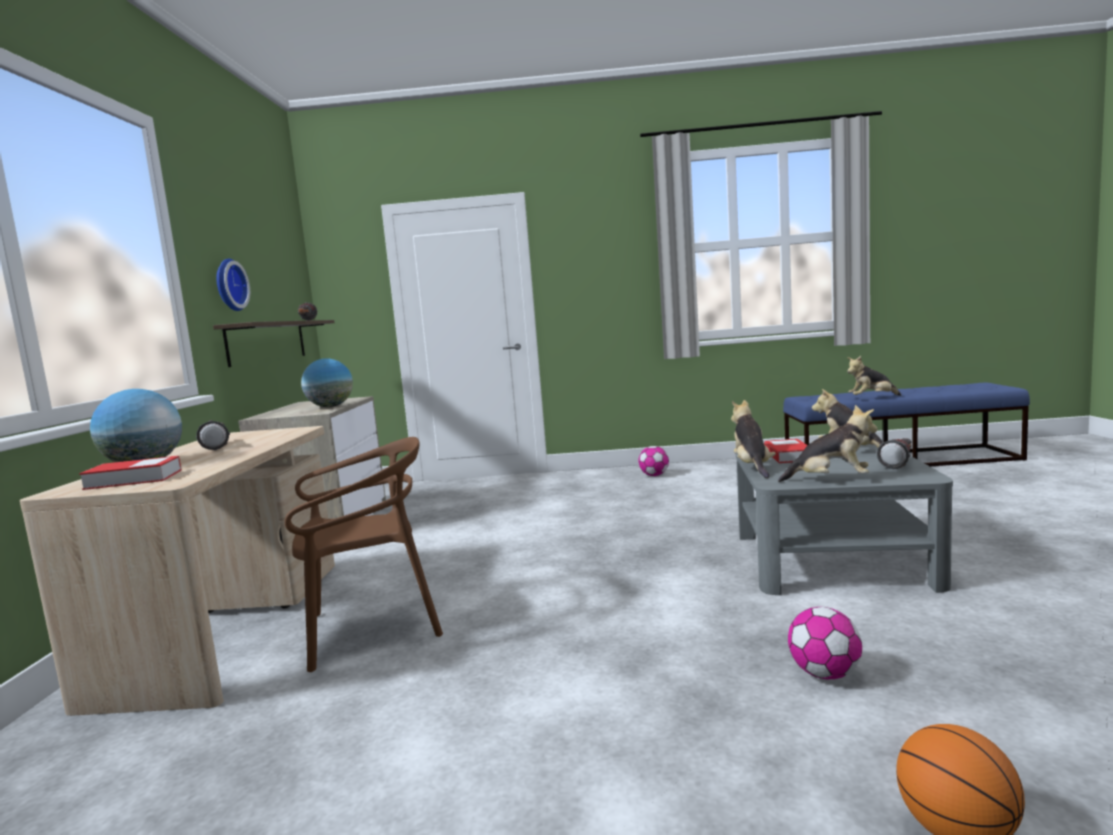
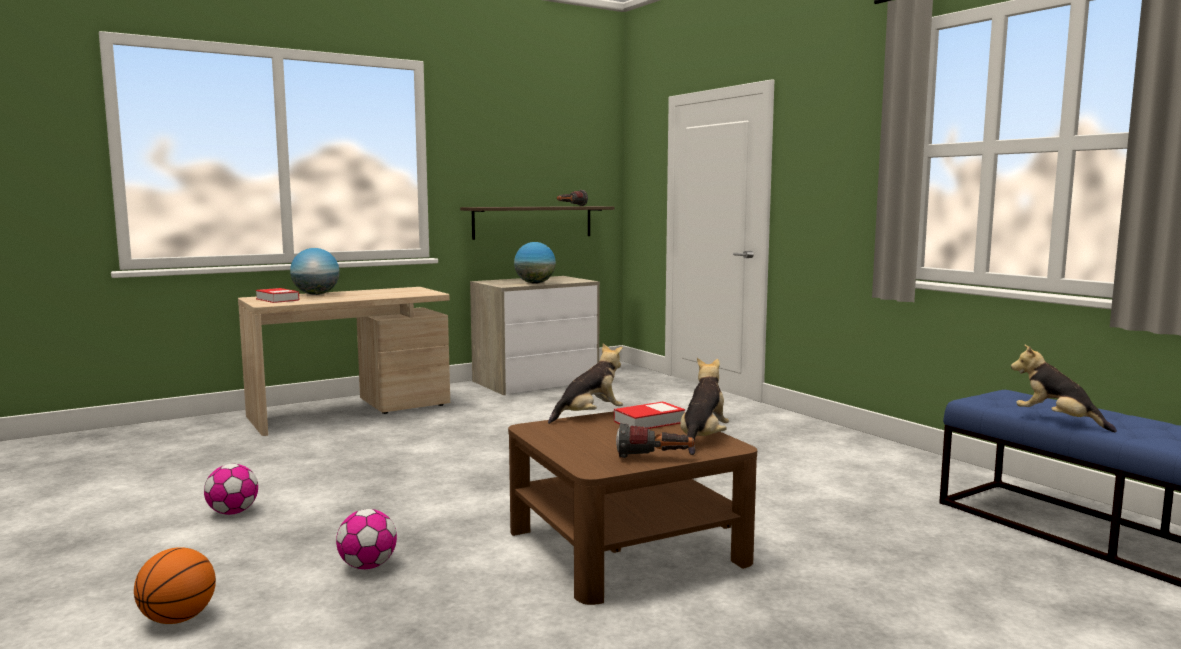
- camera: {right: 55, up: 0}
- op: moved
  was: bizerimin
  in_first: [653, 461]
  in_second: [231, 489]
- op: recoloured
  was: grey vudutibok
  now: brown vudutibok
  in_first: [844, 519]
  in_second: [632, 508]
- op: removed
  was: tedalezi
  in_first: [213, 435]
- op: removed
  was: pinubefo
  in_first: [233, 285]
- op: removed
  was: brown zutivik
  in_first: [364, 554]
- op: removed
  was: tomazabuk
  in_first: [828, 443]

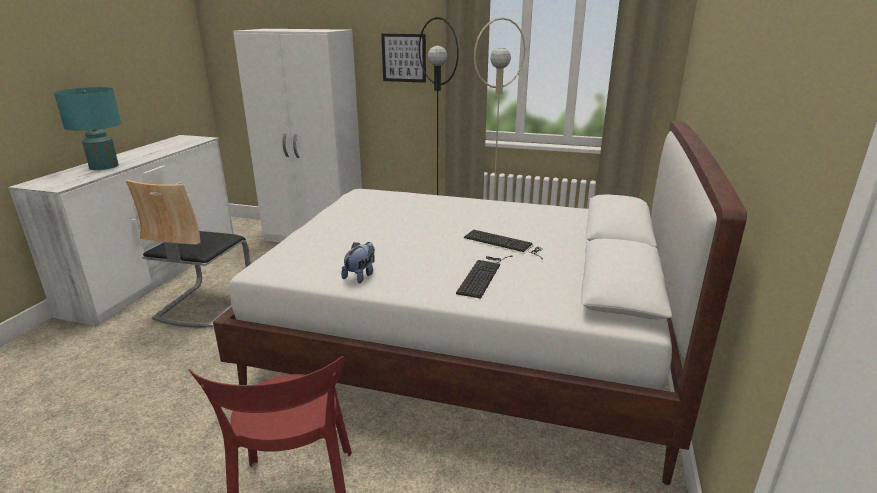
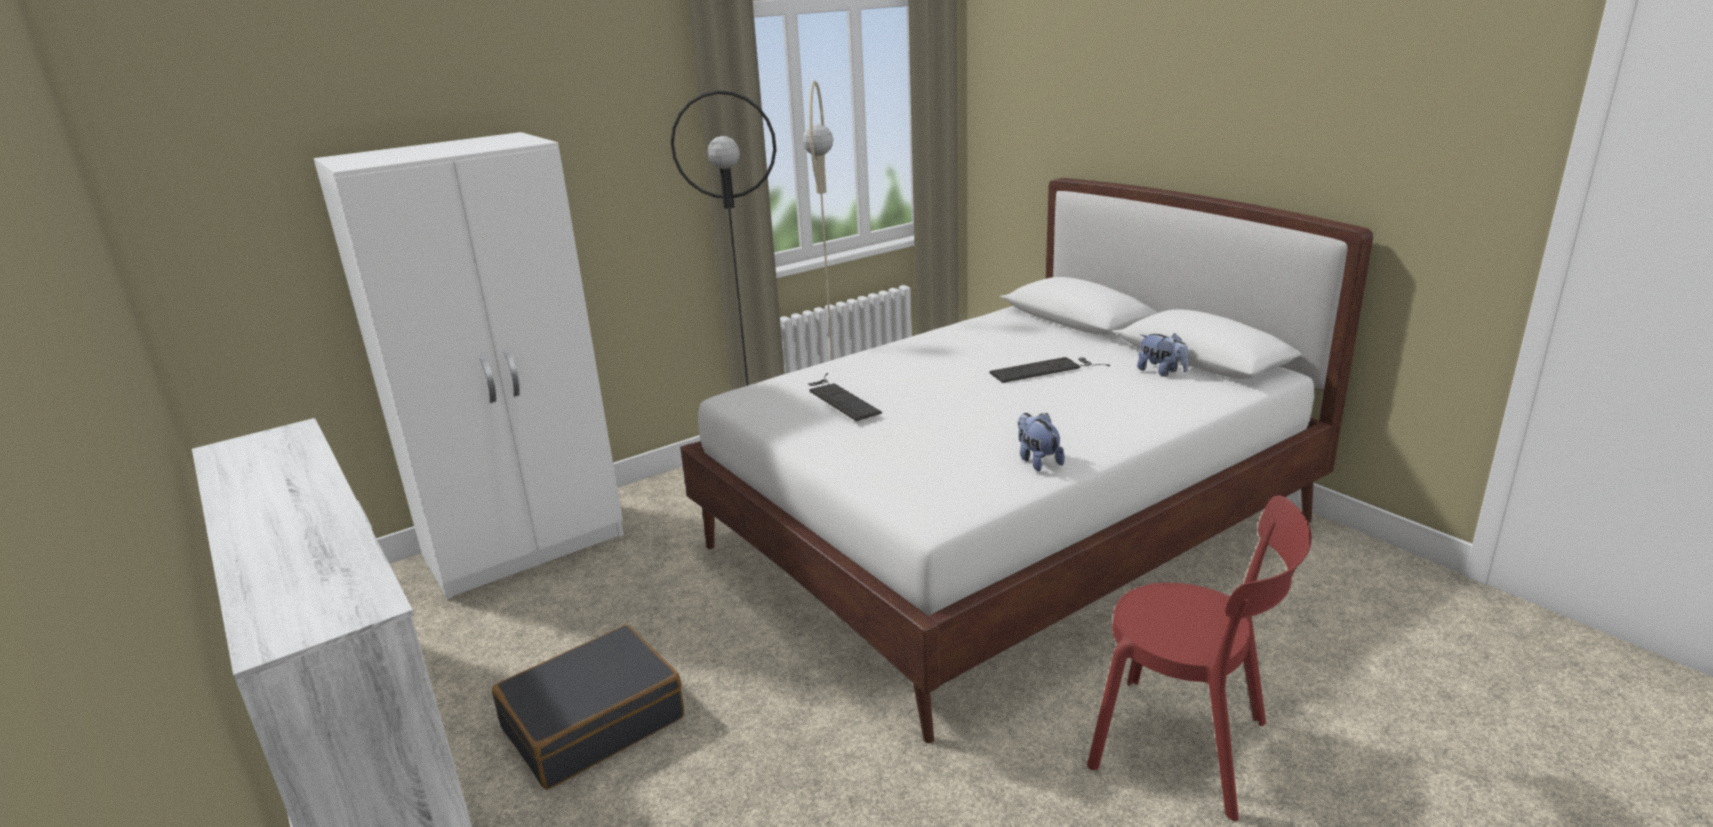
- camera: {right: -50, up: 0}
- op: replaced
  was: zutivik
  now: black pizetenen
  in_first: [188, 253]
  in_second: [588, 707]
- op: moved
  was: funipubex
  in_first: [484, 277]
  in_second: [845, 397]
- op: added
  now: tomazabuk
  in_second: [1162, 355]
- op: removed
  was: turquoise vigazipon
  in_first: [88, 128]
- op: removed
  was: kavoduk
  in_first: [403, 58]

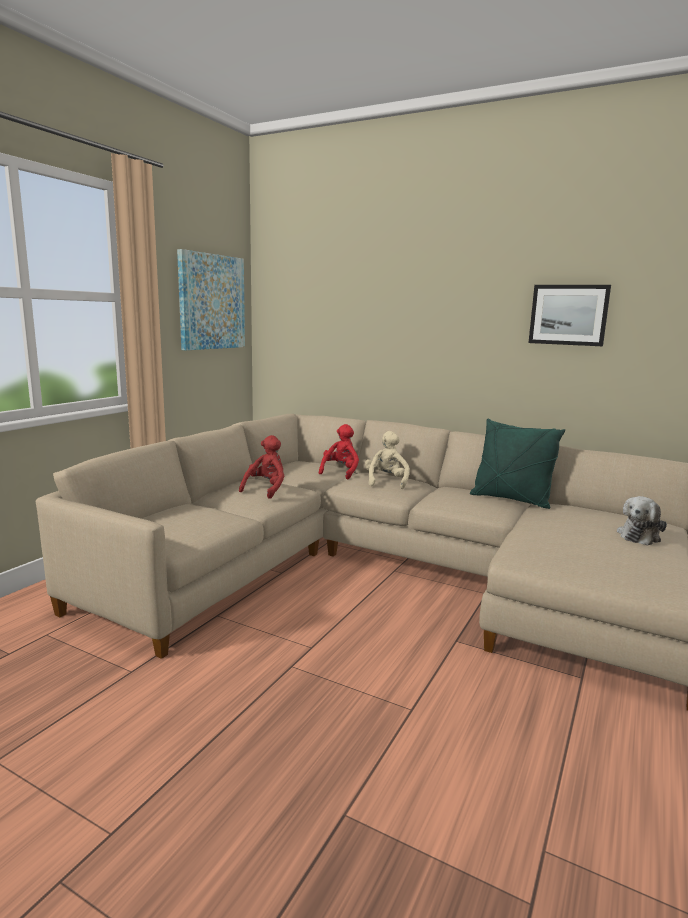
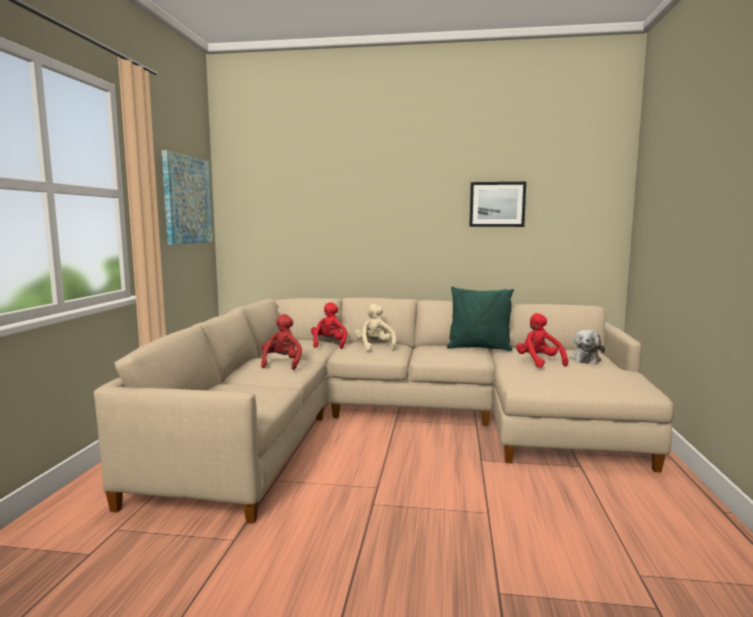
- camera: {right: -20, up: -5}
- op: added
  now: red tomazabuk
  in_second: [542, 340]

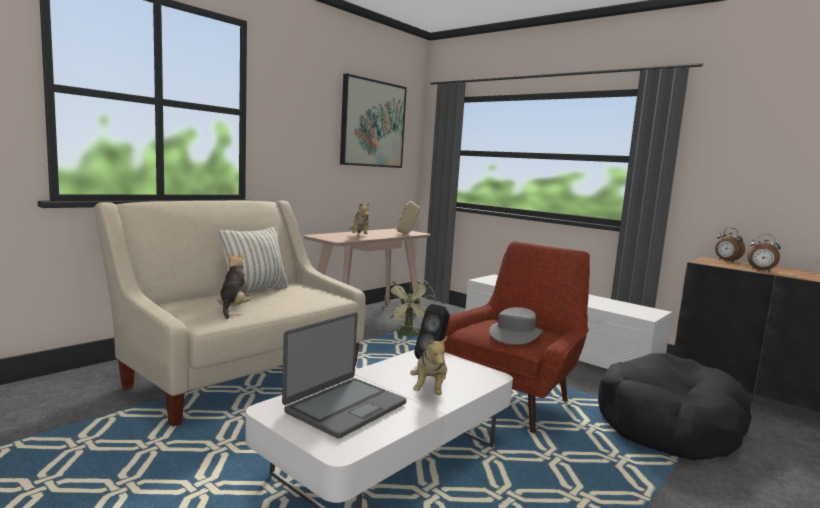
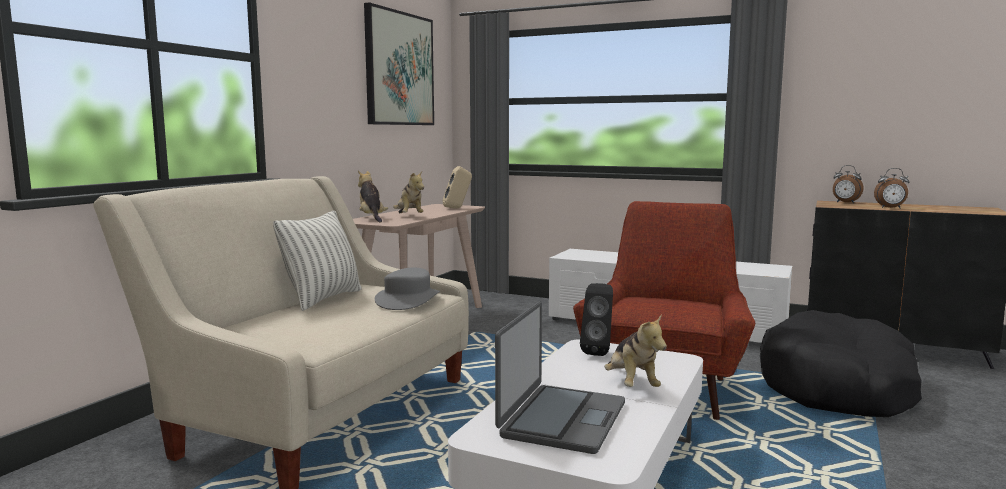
- camera: {right: -15, up: 0}
- op: moved
  was: tomazabuk
  in_first: [234, 286]
  in_second: [373, 196]
- op: moved
  was: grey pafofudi
  in_first: [516, 326]
  in_second: [407, 289]
- op: removed
  was: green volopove
  in_first: [410, 305]

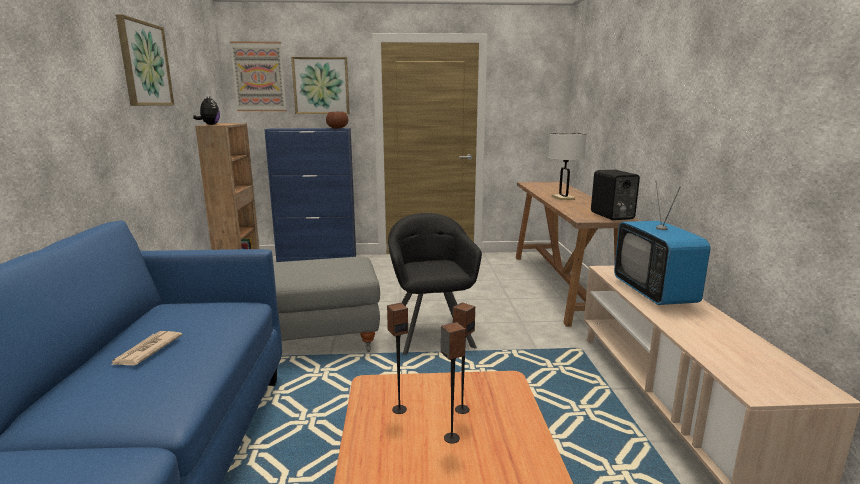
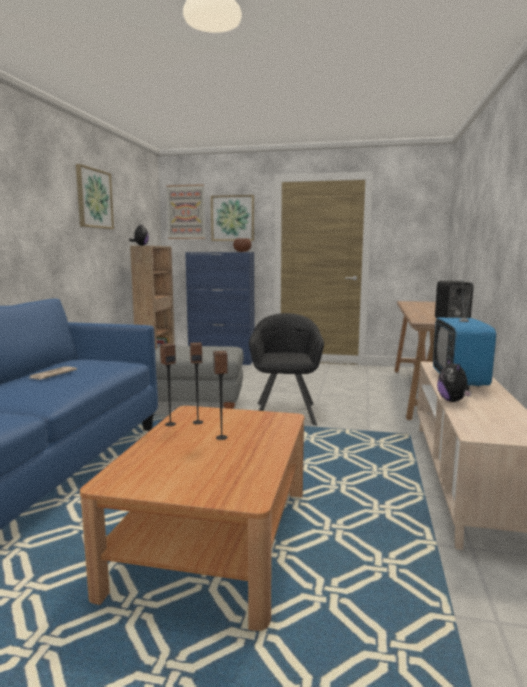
- camera: {right: 15, up: -5}
- op: moved
  was: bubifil
  in_first: [464, 358]
  in_second: [168, 384]
- op: added
  now: tomazabuk
  in_second: [454, 380]
- op: removed
  was: white vigazipon
  in_first: [567, 166]

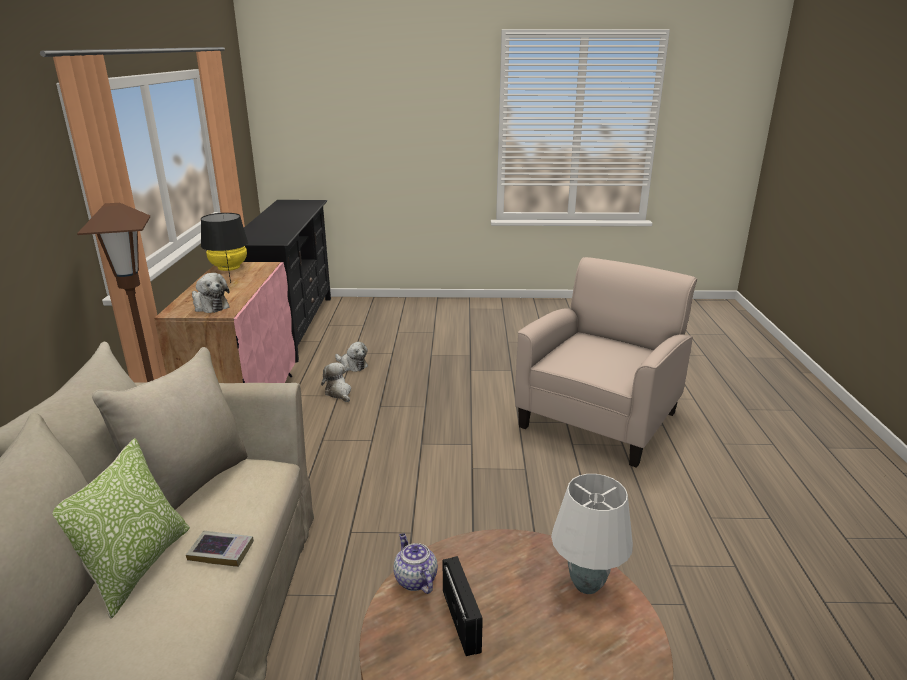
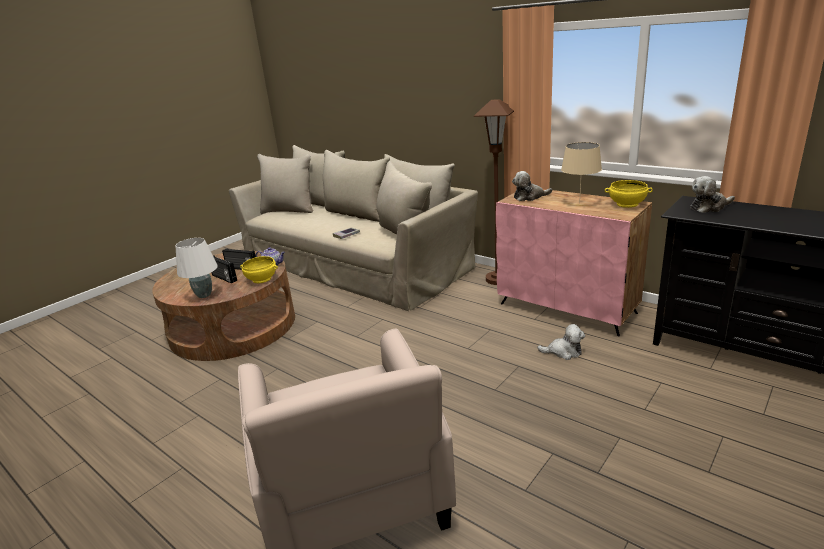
- camera: {right: 130, up: 0}
- op: added
  now: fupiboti
  in_second: [224, 269]
- op: added
  now: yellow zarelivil
  in_second: [259, 269]
- op: recoloured
  was: black vigazipon
  now: beige vigazipon
  in_first: [224, 248]
  in_second: [581, 173]
- op: moved
  was: tomazabuk
  in_first: [351, 357]
  in_second: [712, 194]
- op: removed
  was: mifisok
  in_first: [121, 528]

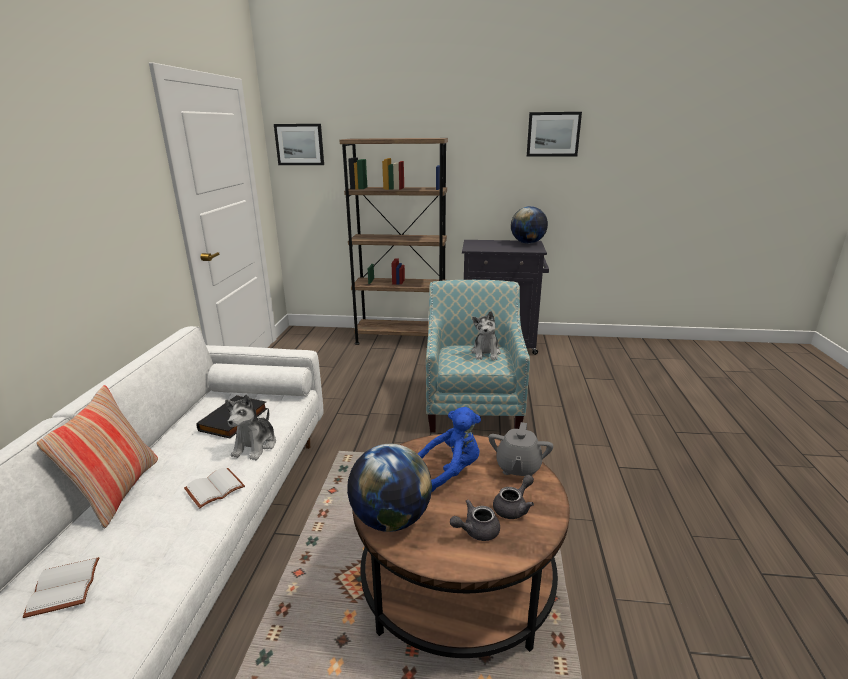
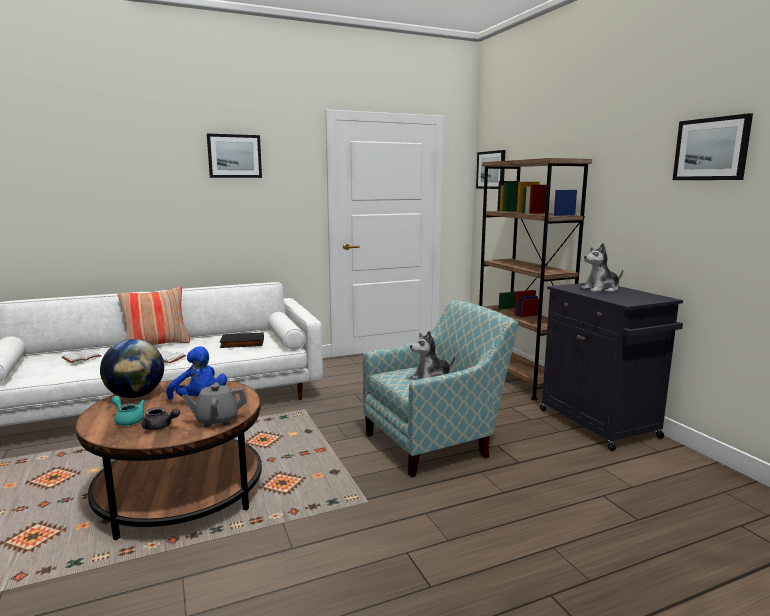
- camera: {right: 60, up: -10}
- op: recoloured
  was: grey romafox
  now: turquoise romafox
  in_first: [475, 520]
  in_second: [128, 411]
- op: added
  now: kavoduk
  in_second: [234, 156]
- op: moved
  was: tomazabuk
  in_first: [250, 427]
  in_second: [602, 267]
- op: removed
  was: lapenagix
  in_first: [529, 225]

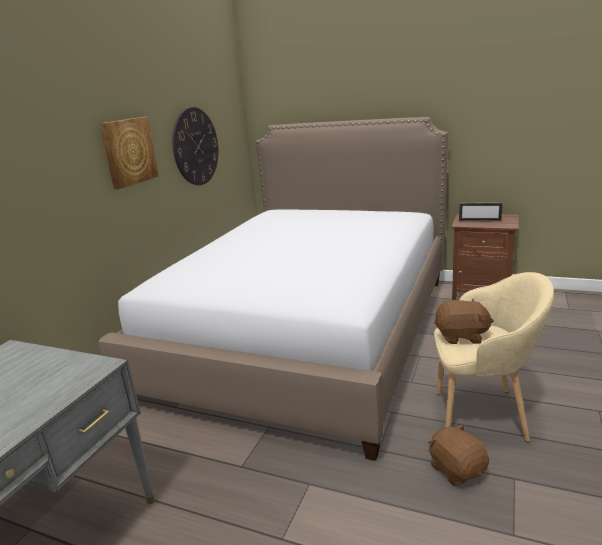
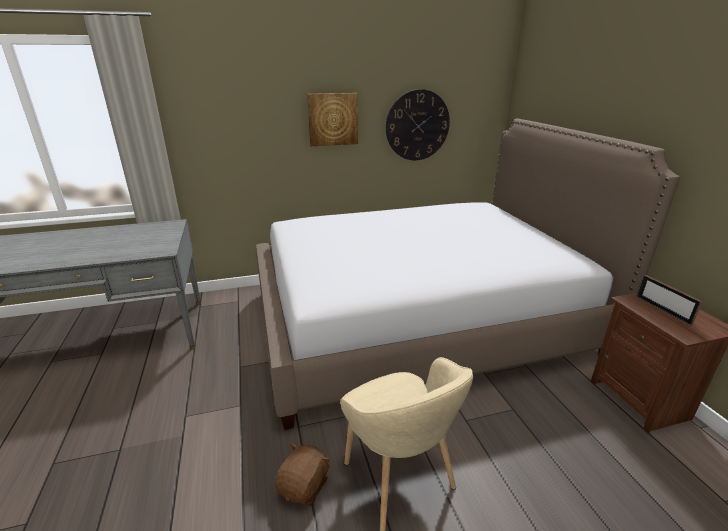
- camera: {right: 50, up: 5}
- op: removed
  was: brown tomazabuk
  in_first: [464, 321]

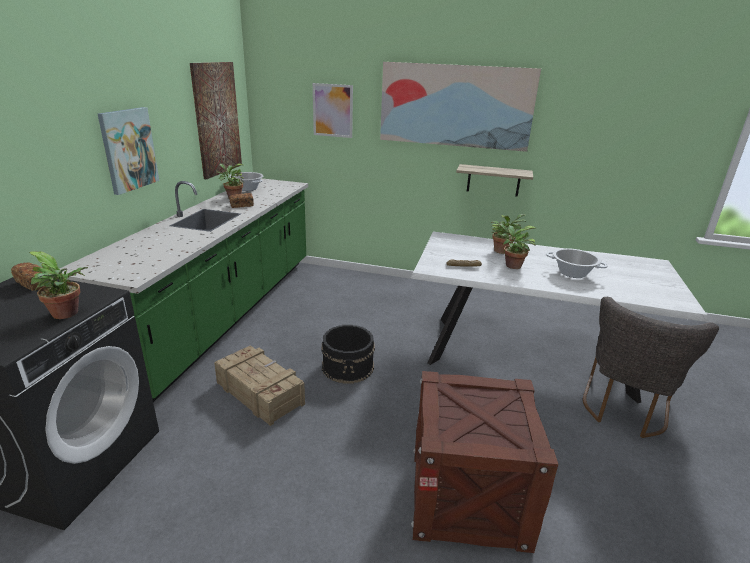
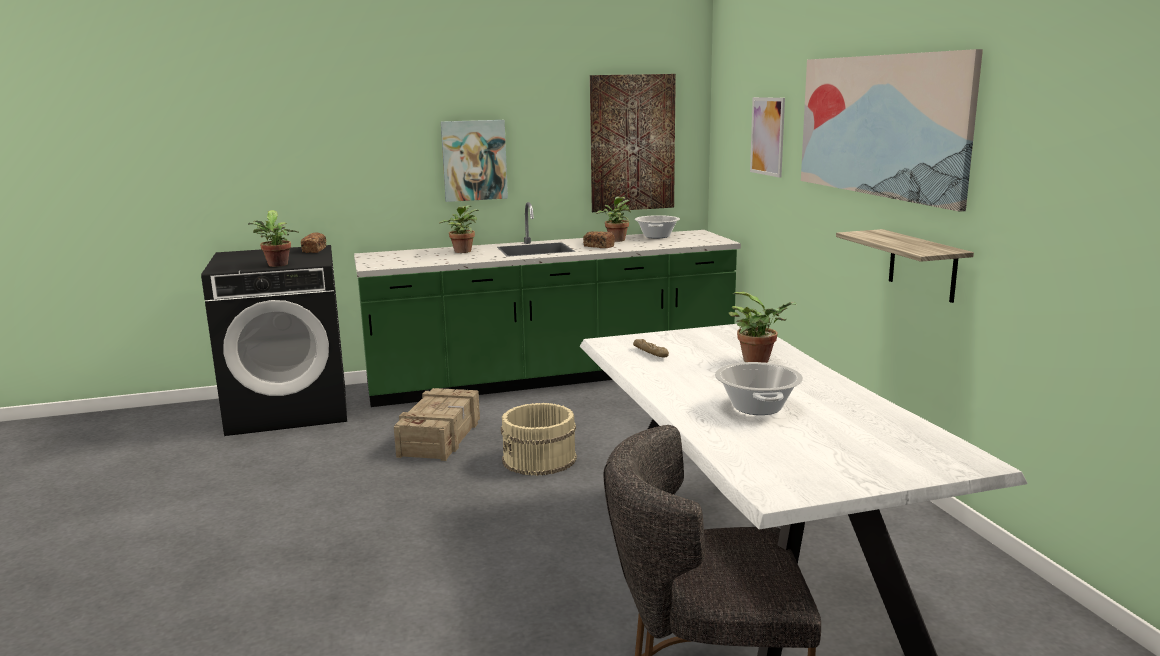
- camera: {right: 60, up: -10}
- op: moved
  was: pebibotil
  in_first: [518, 246]
  in_second: [459, 229]
- op: recoloured
  was: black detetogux
  now: beige detetogux
  in_first: [348, 354]
  in_second: [539, 439]
- op: removed
  was: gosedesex
  in_first: [484, 462]

